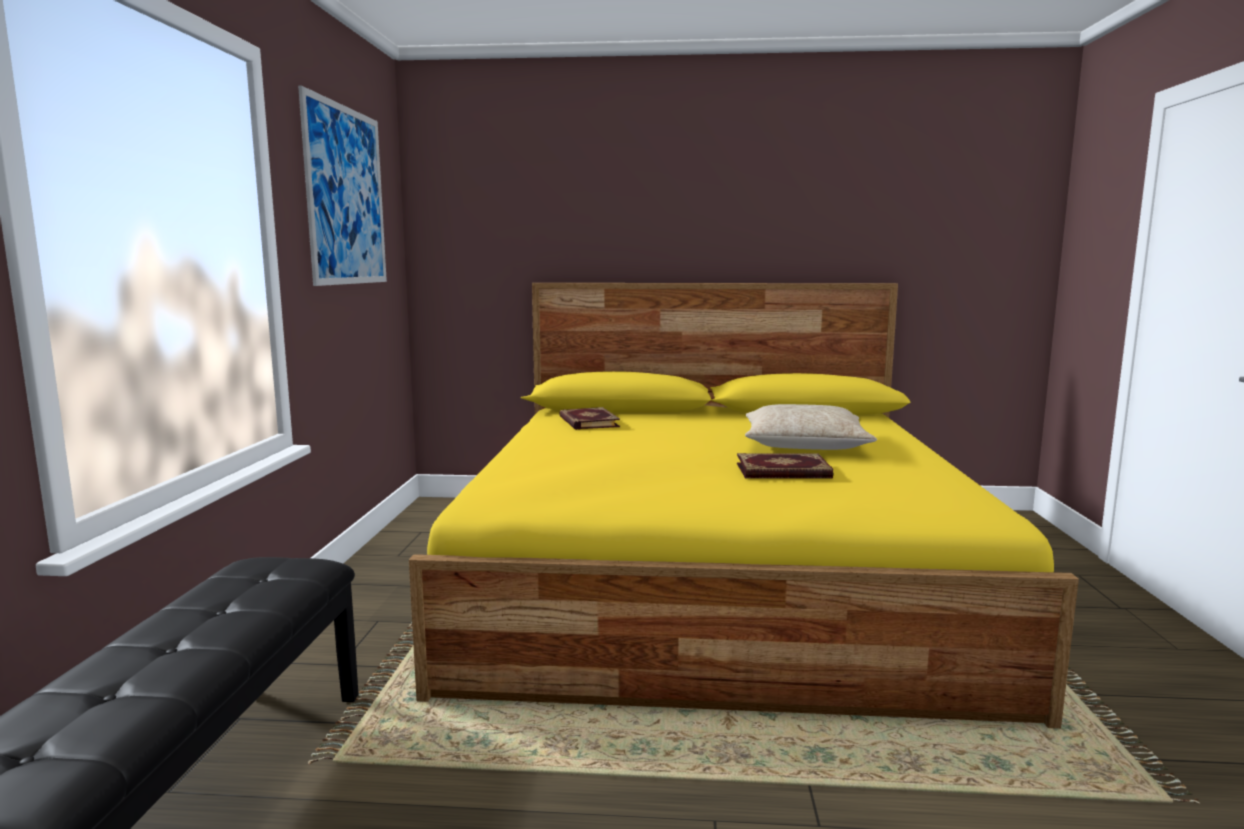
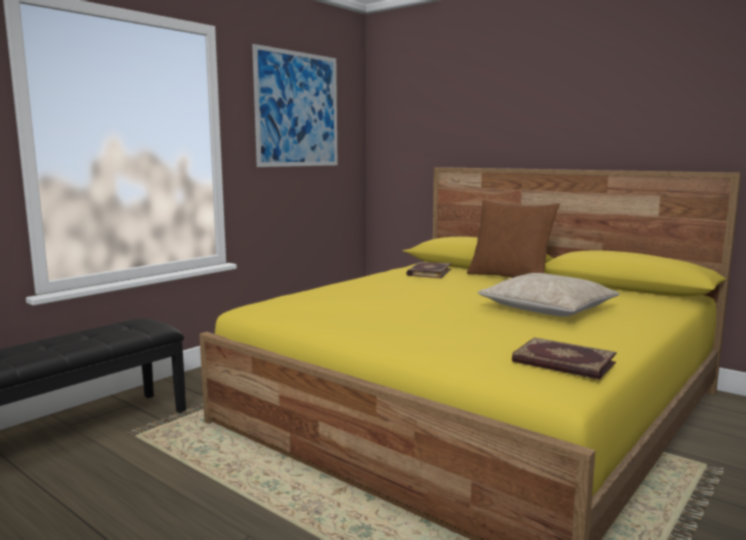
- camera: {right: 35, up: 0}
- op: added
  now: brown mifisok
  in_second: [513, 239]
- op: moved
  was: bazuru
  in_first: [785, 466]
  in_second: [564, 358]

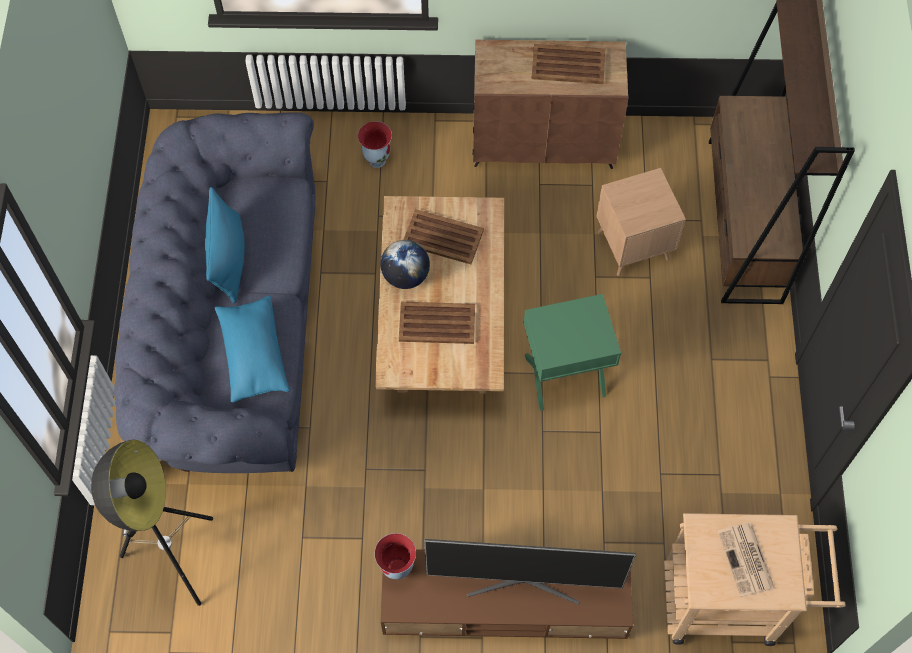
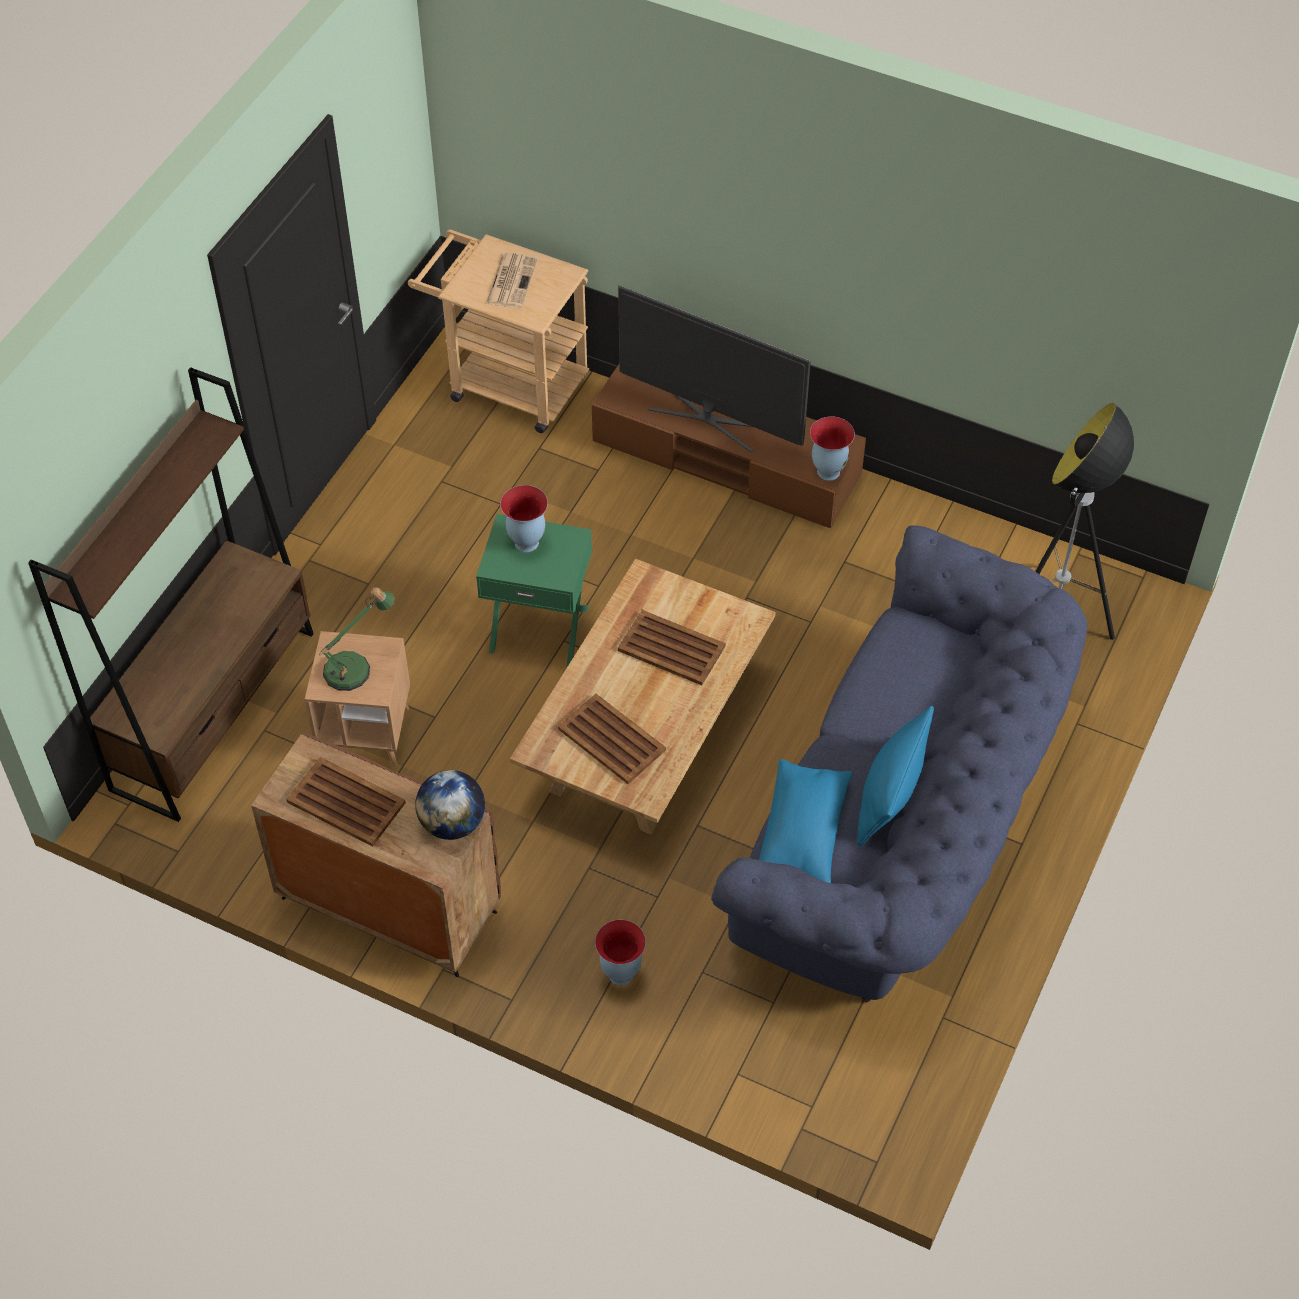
- camera: {right: -155, up: -10}
- op: added
  now: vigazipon
  in_second: [356, 639]
- op: moved
  was: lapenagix
  in_first: [405, 264]
  in_second: [450, 805]
- op: added
  now: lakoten
  in_second: [524, 518]
- op: moved
  was: blue mifisok
  in_first: [252, 349]
  in_second: [806, 821]

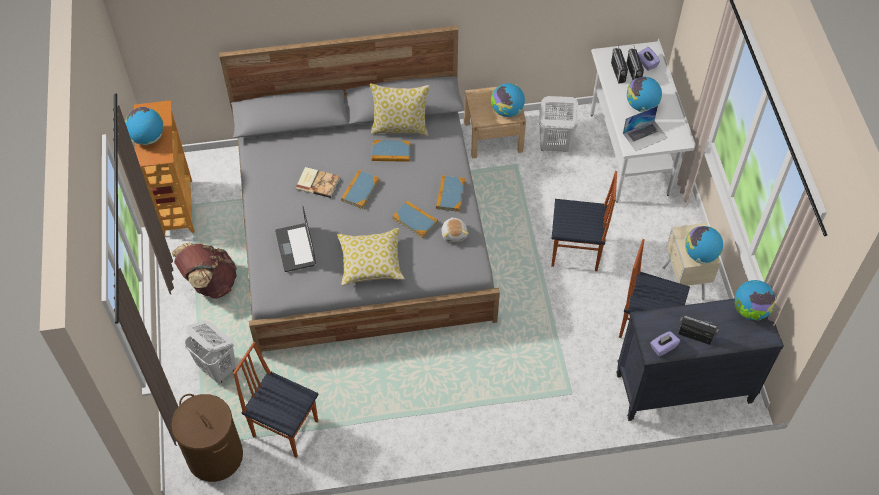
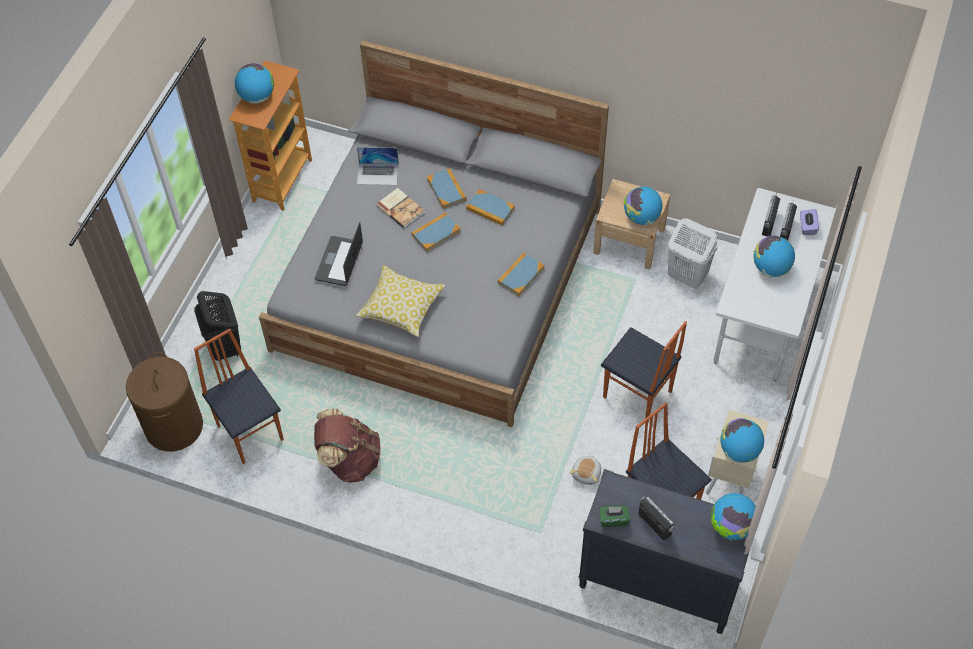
- camera: {right: 30, up: 0}
- op: recoloured
  was: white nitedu
  now: black nitedu
  in_first: [210, 352]
  in_second: [217, 326]
- op: moved
  was: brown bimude
  in_first: [204, 271]
  in_second: [347, 446]
- op: moved
  was: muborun
  in_first: [645, 128]
  in_second: [378, 166]
- op: moved
  was: bazuru
  in_first: [415, 219]
  in_second: [446, 188]
- op: moved
  was: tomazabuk
  in_first: [455, 229]
  in_second: [585, 470]
- op: recoloured
  was: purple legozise
  now: green legozise
  in_first: [665, 344]
  in_second: [614, 516]
- op: removed
  was: mifisok
  in_first: [400, 110]

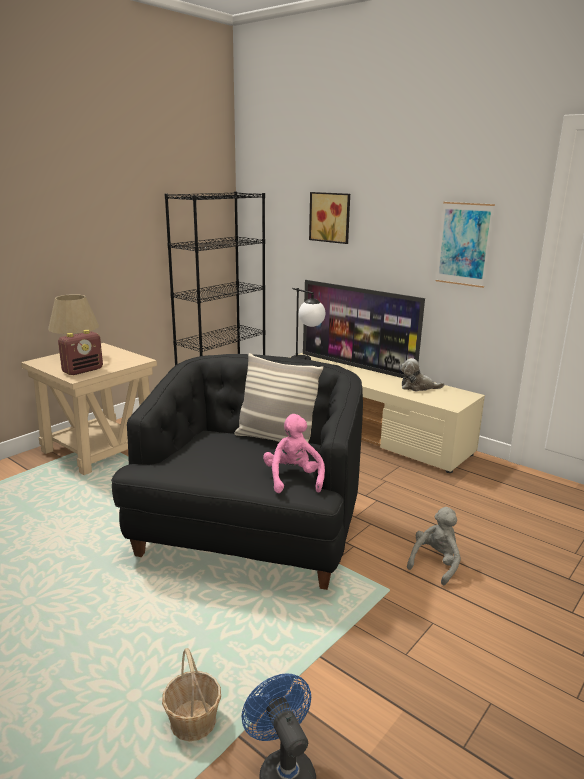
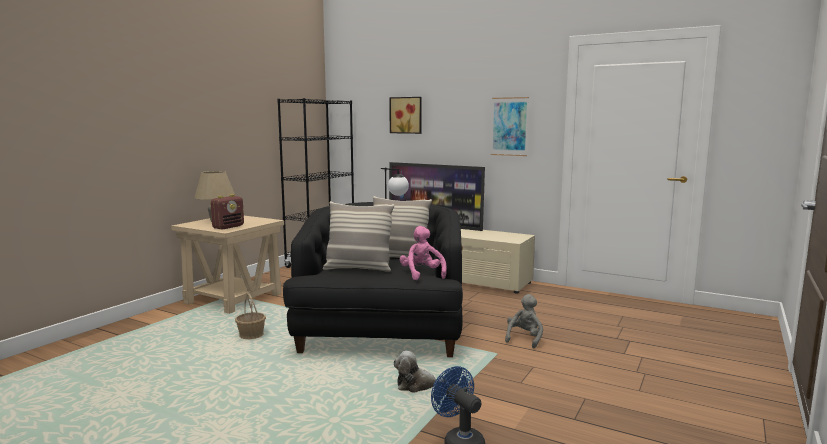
- camera: {right: -10, up: -10}
- op: moved
  was: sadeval
  in_first: [191, 694]
  in_second: [250, 316]
- op: added
  now: mifisok
  in_second: [359, 236]
- op: moved
  was: tomazabuk
  in_first: [422, 374]
  in_second: [420, 372]

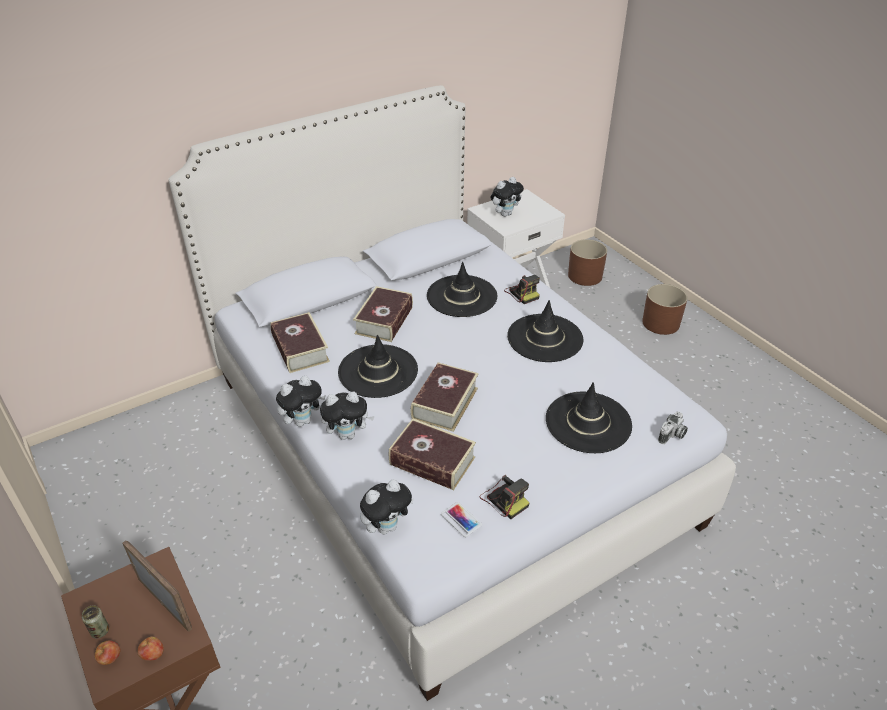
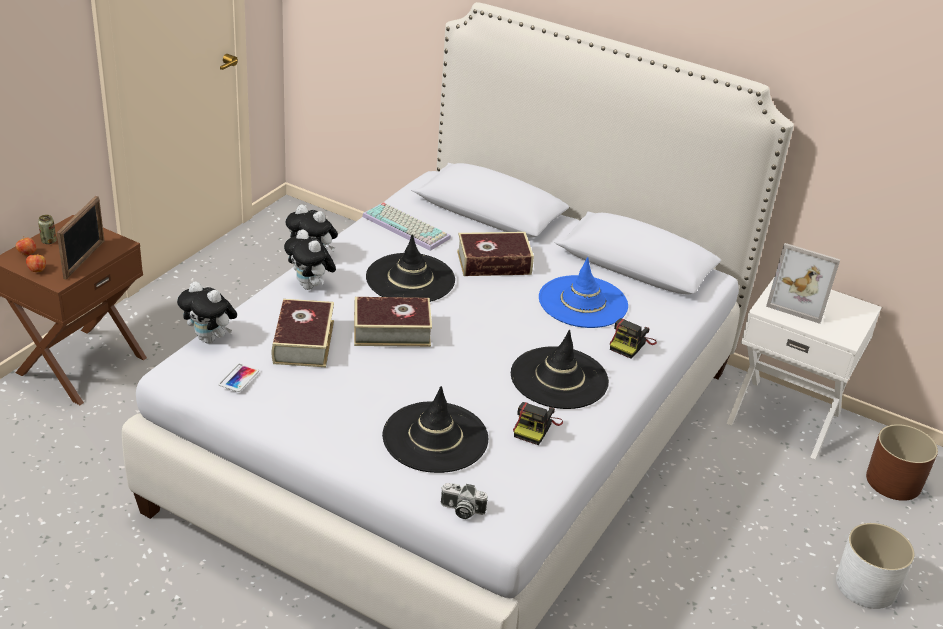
- camera: {right: 60, up: -5}
- op: replaced
  was: bazuru
  now: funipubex
  in_first: [300, 342]
  in_second: [406, 226]
- op: moved
  was: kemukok
  in_first: [504, 497]
  in_second: [538, 423]
- op: recoloured
  was: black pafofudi
  now: blue pafofudi
  in_first: [462, 289]
  in_second: [583, 292]
- op: replaced
  was: tomazabuk
  now: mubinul
  in_first: [507, 197]
  in_second: [803, 283]
- op: recoloured
  was: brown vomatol
  now: white vomatol
  in_first: [665, 309]
  in_second: [875, 566]

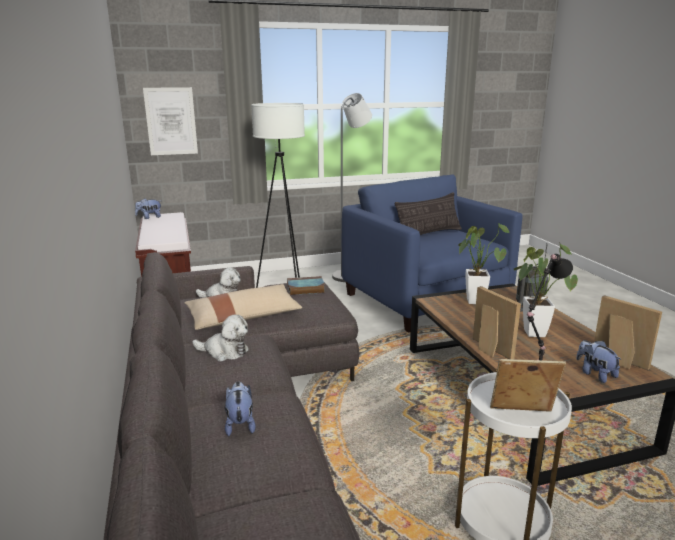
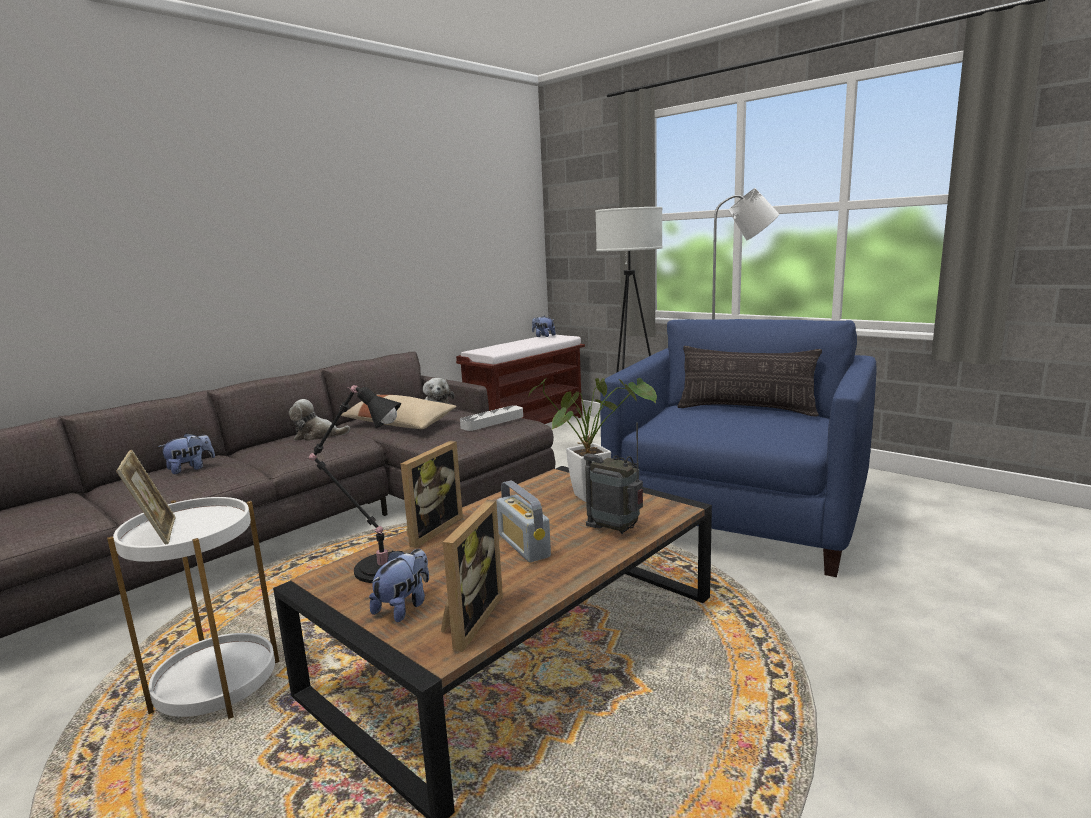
- camera: {right: 60, up: -5}
- op: turned
  was: tomazabuk
  in_first: [220, 337]
  in_second: [319, 420]
  clockwise: 105
- op: replaced
  was: bazuru
  now: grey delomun
  in_first: [306, 285]
  in_second: [491, 418]
- op: replaced
  was: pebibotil
  now: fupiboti
  in_first: [545, 289]
  in_second: [523, 521]
- op: removed
  was: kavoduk
  in_first: [170, 121]

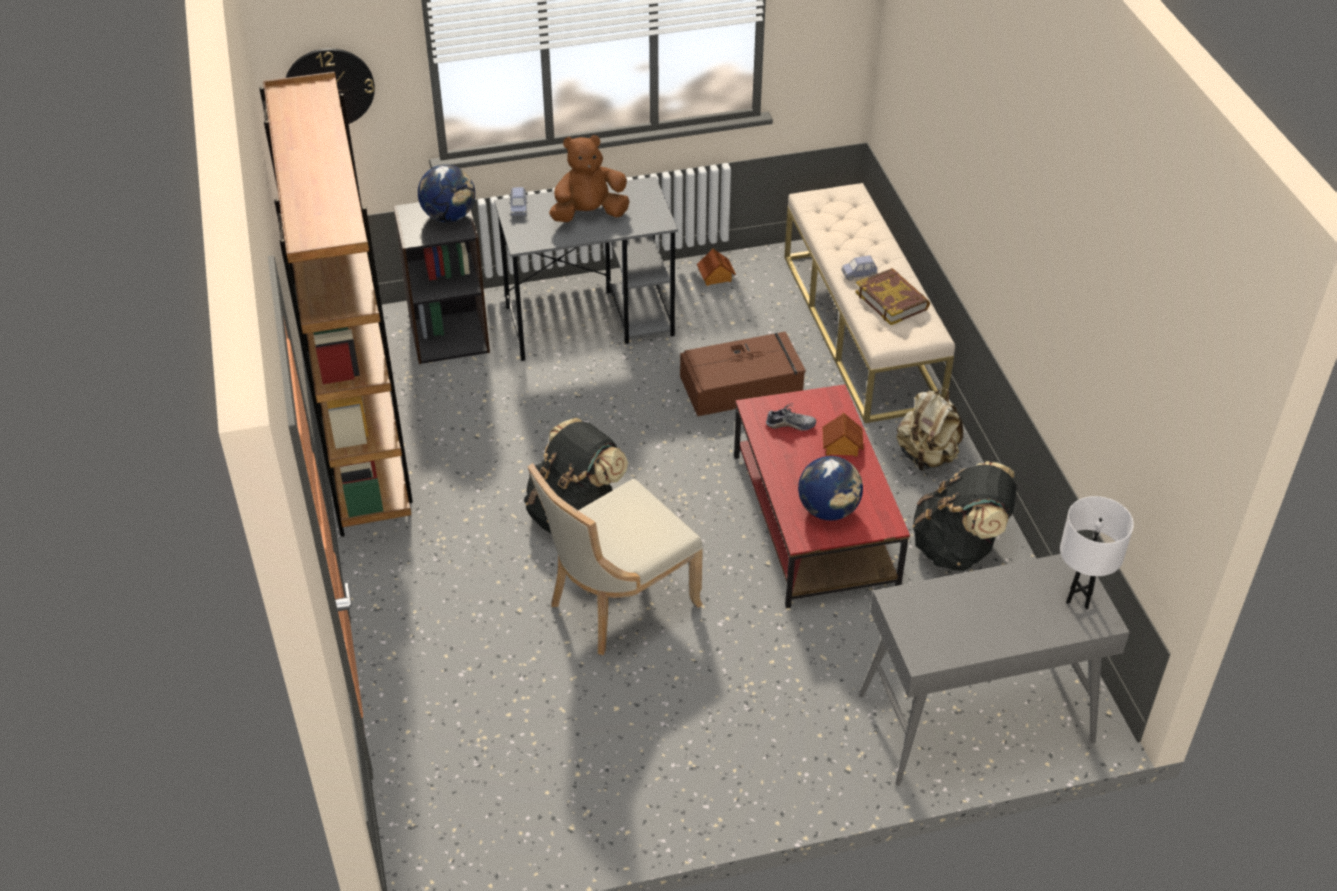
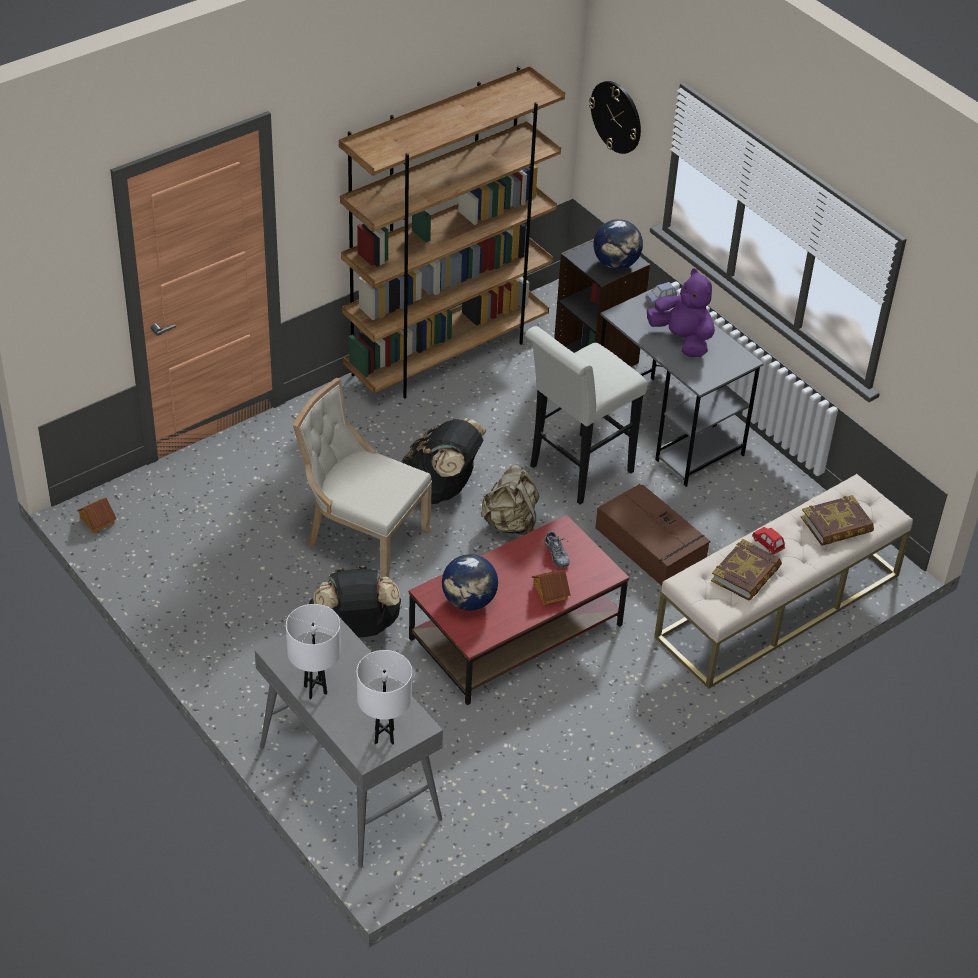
- camera: {right: 65, up: 0}
- op: moved
  was: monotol
  in_first: [716, 267]
  in_second: [96, 515]
- op: added
  now: white vigazipon
  in_second: [313, 651]
- op: moved
  was: black bimude
  in_first: [965, 516]
  in_second: [355, 602]
- op: moved
  was: beige bimude
  in_first: [929, 429]
  in_second: [510, 499]
- op: added
  now: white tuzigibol
  in_second: [586, 415]
- op: recoloured
  was: brown tomazabuk
  now: purple tomazabuk
  in_first: [589, 178]
  in_second: [681, 312]
- op: recoloured
  was: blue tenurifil
  now: red tenurifil
  in_first: [859, 268]
  in_second: [768, 541]
- op: added
  now: bazuru
  in_second: [837, 520]

